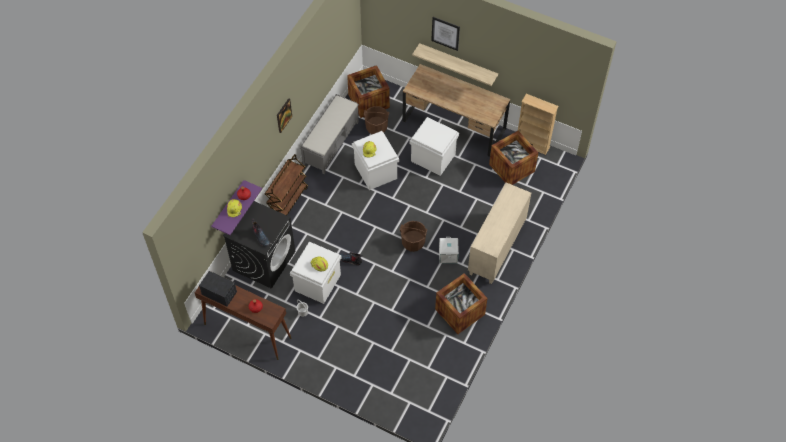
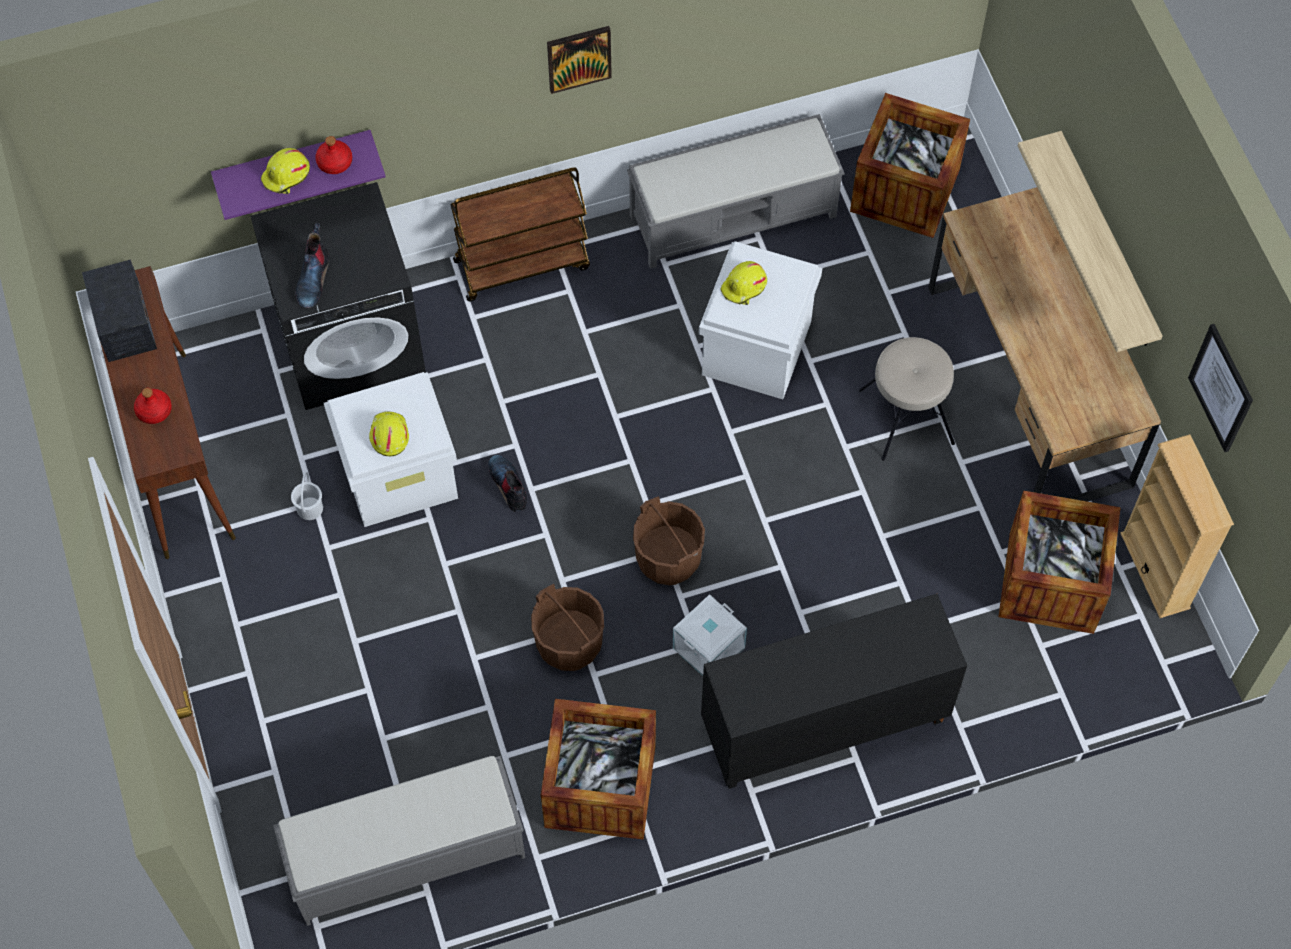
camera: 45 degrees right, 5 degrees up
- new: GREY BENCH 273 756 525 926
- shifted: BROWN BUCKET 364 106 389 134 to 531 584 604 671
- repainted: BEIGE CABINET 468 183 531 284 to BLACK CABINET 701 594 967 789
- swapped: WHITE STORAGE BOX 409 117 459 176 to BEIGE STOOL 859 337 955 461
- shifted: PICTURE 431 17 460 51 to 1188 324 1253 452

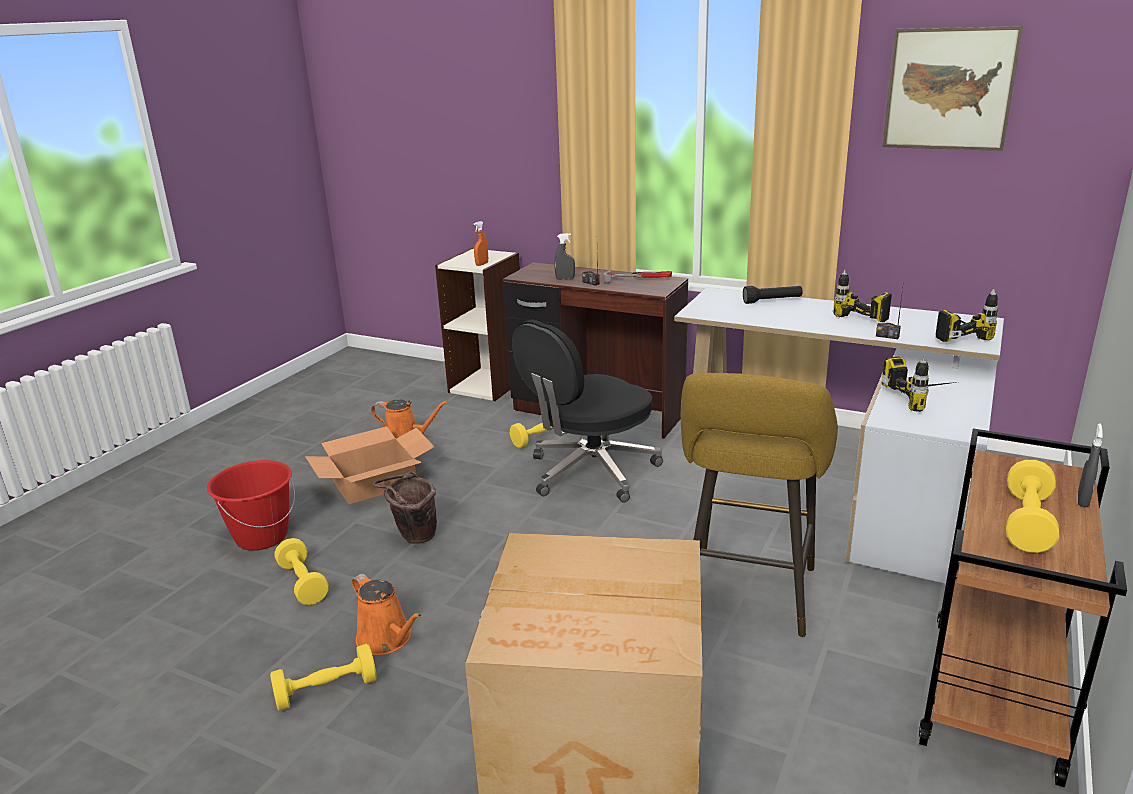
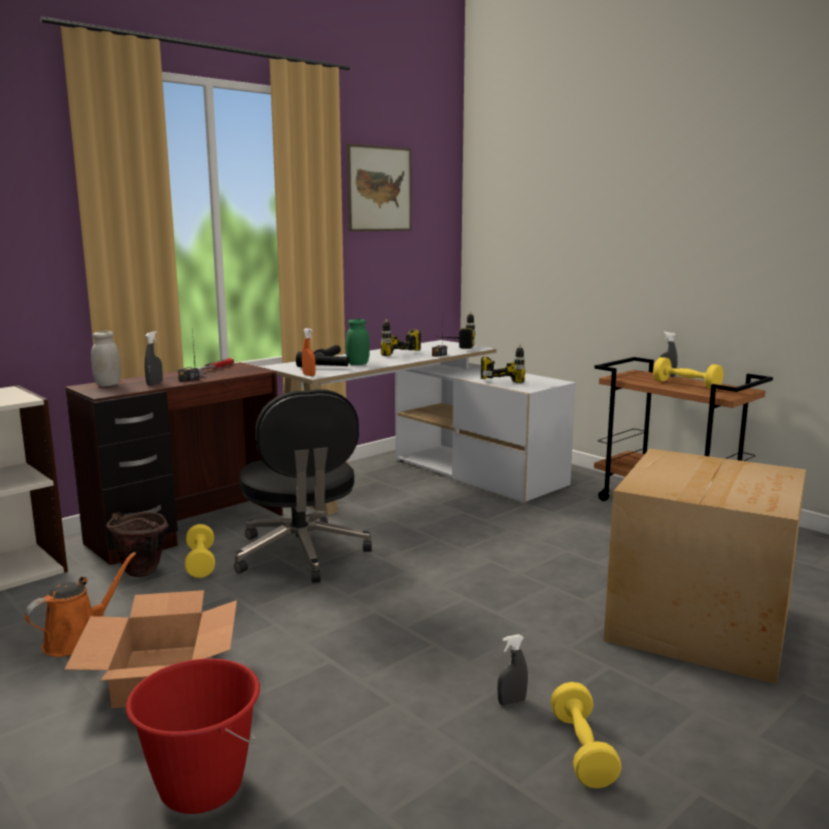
camera: 70 degrees left, 10 degrees down
- new: WHITE JAR 91 331 121 387
- shifted: BROWN BUCKET 373 471 437 544 to 106 512 169 577
- new: BLACK FLASHLIGHT 296 352 349 367
- shifted: ORANGE SPRAY BOTTLE 474 221 488 266 to 302 328 316 376
- new: GREEN JAR 345 319 370 365
- swapped: ORANGE WATERING CAN 352 574 422 655 to GREY SPRAY BOTTLE 497 634 528 706
- gone: YELLOW DUMBBELL 275 538 329 605
- gone: YELLOW STOOL 681 373 838 637

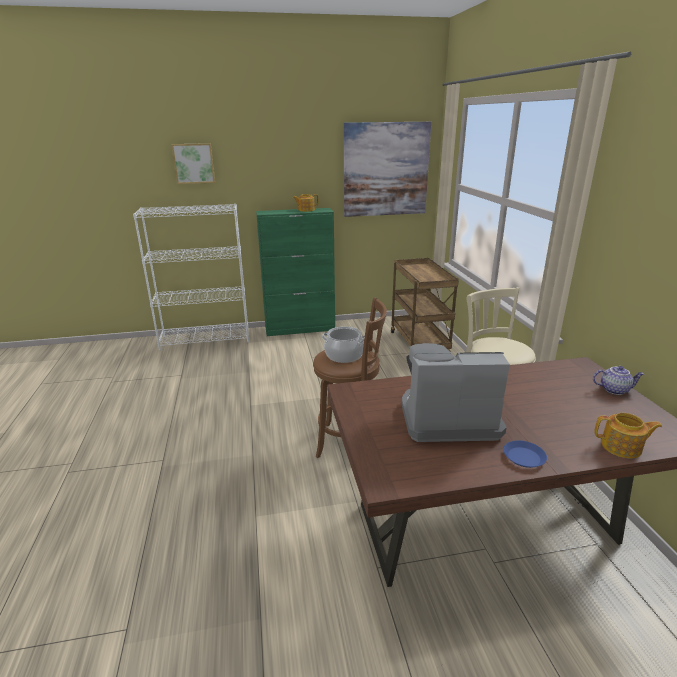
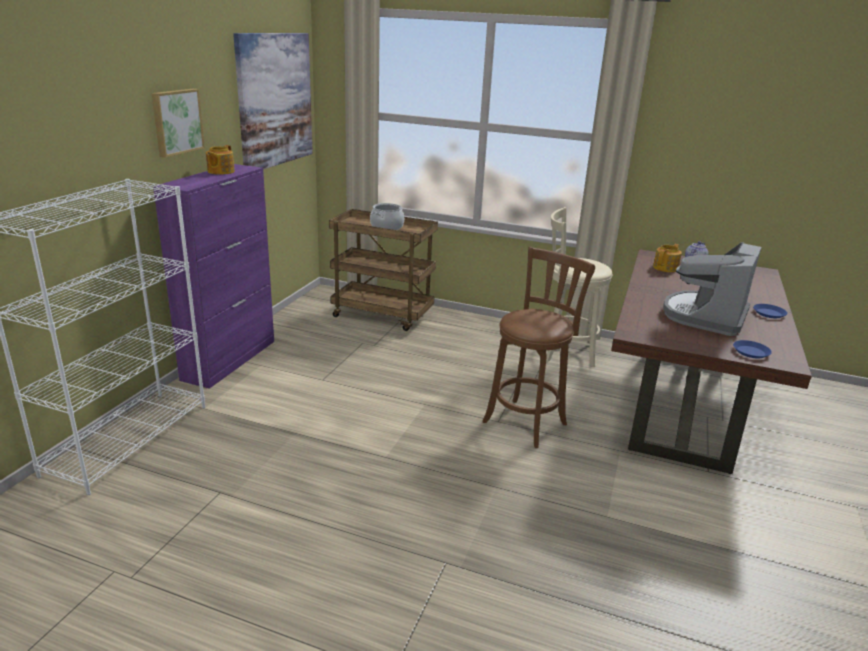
camera: 60 degrees left, 0 degrees up
- shifted: PICTURE 172 143 215 184 to 152 89 205 158
- repainted: GREEN CABINET 256 208 335 336 to PURPLE CABINET 153 164 274 389
- shifted: COOKING POT 322 326 365 363 to 370 203 404 230
- shifted: TEAPOT 594 413 662 458 to 653 244 682 272
- new: BLUE PLATE 733 340 772 359

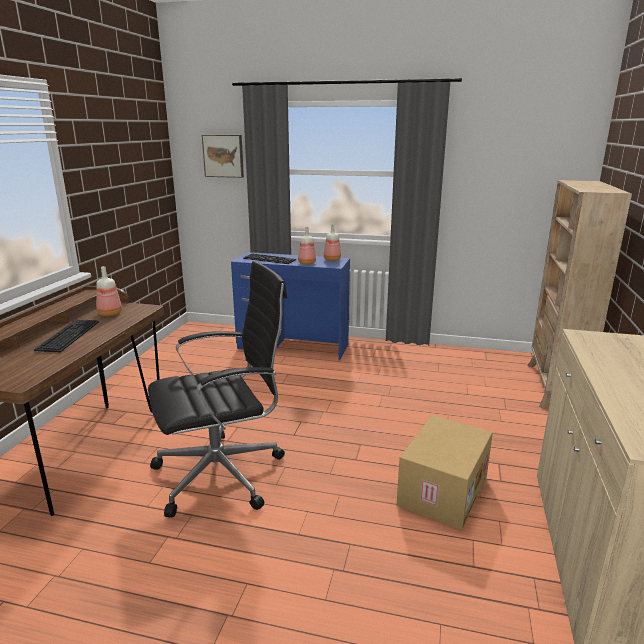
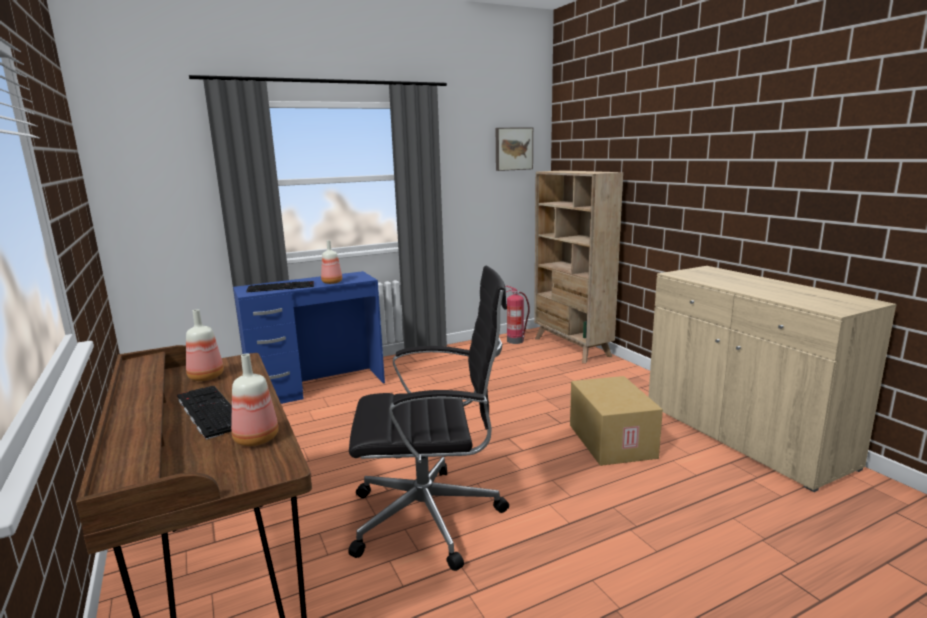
camera: 40 degrees left, 5 degrees down
- shifted: BOTTLE 324 224 341 261 to 231 354 279 446
- rotated: BLACK OFFICE CHAIR 148 261 287 518 = 348 266 509 571 60 degrees clockwise
- shifted: PICTURE 202 135 244 178 to 496 127 533 171
- new: FIRE EXTINGUISHER 506 286 530 344

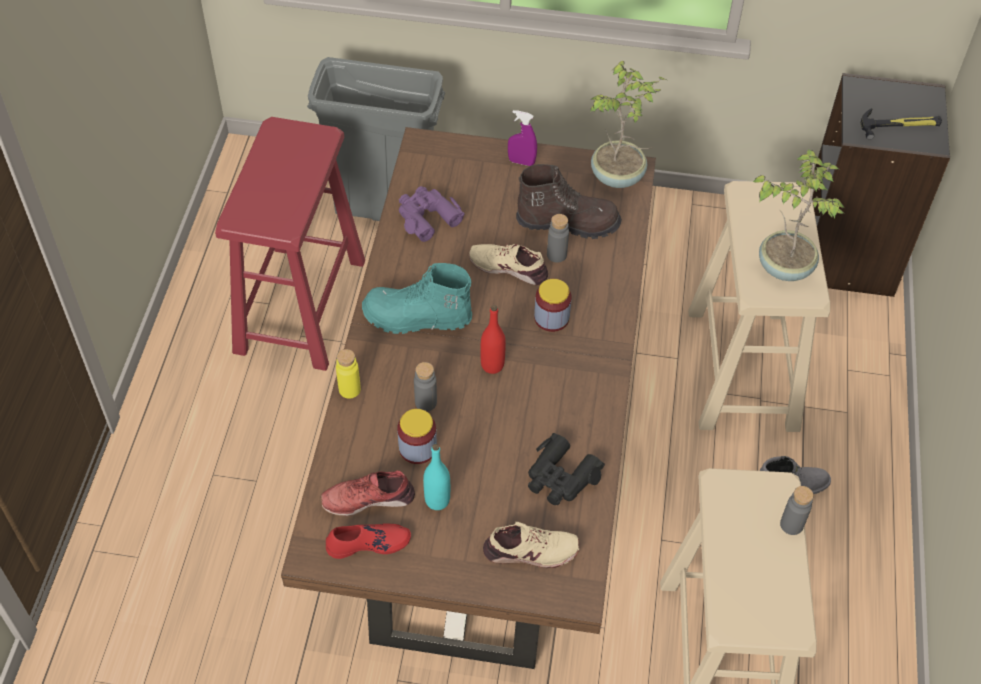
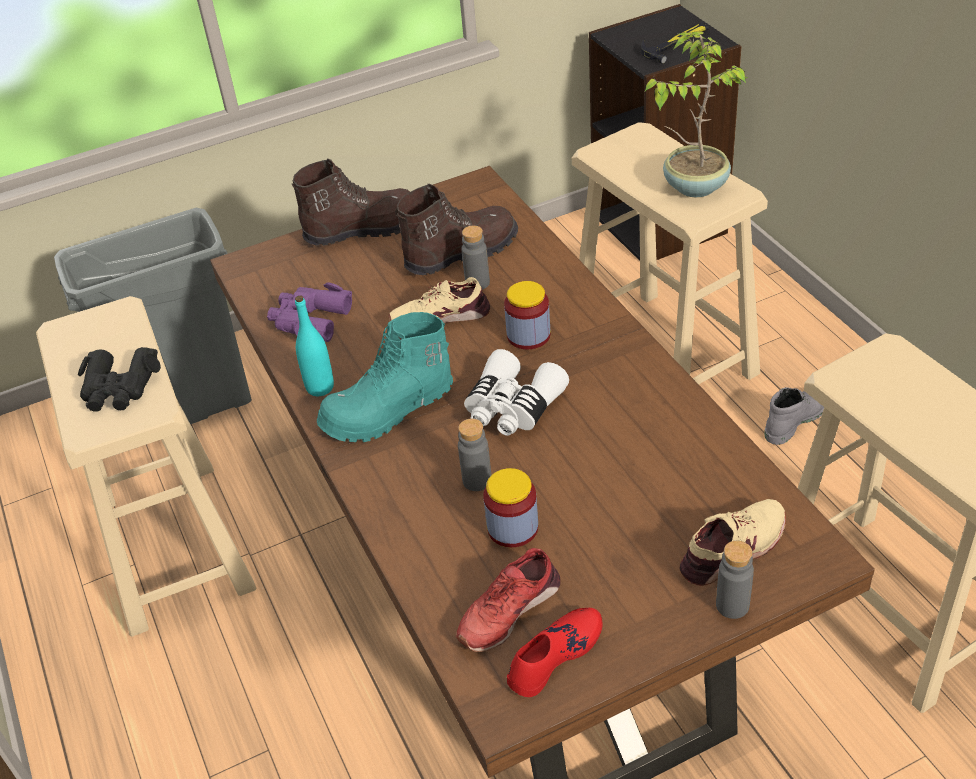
camera: 30 degrees left, 10 degrees down
- repainted: RED STOOL 215 117 365 371 to BEIGE STOOL 36 296 257 637
- shifted: BLACK BINOCULARS 528 433 605 505 to 78 347 161 412
- swapped: PURPLE SPRAY BOTTLE 508 110 537 166 to BROWN BOOT 292 159 410 246
- shifted: TURQUOISE BOTTLE 423 444 450 510 to 295 295 334 396
- swapped: RED BOTTLE 481 305 506 374 to WHITE BINOCULARS 464 349 569 436
- shifted: GREY BOTTLE 780 486 814 535 to 716 541 754 619
- gone: YELLOW BOTTLE 336 349 361 399
- gone: POTTED PLANT 591 61 667 188

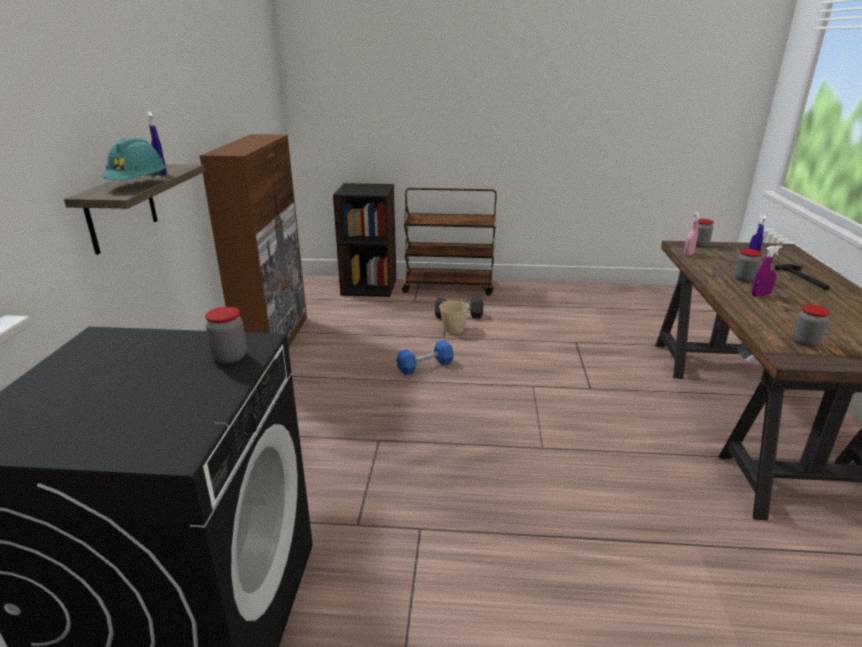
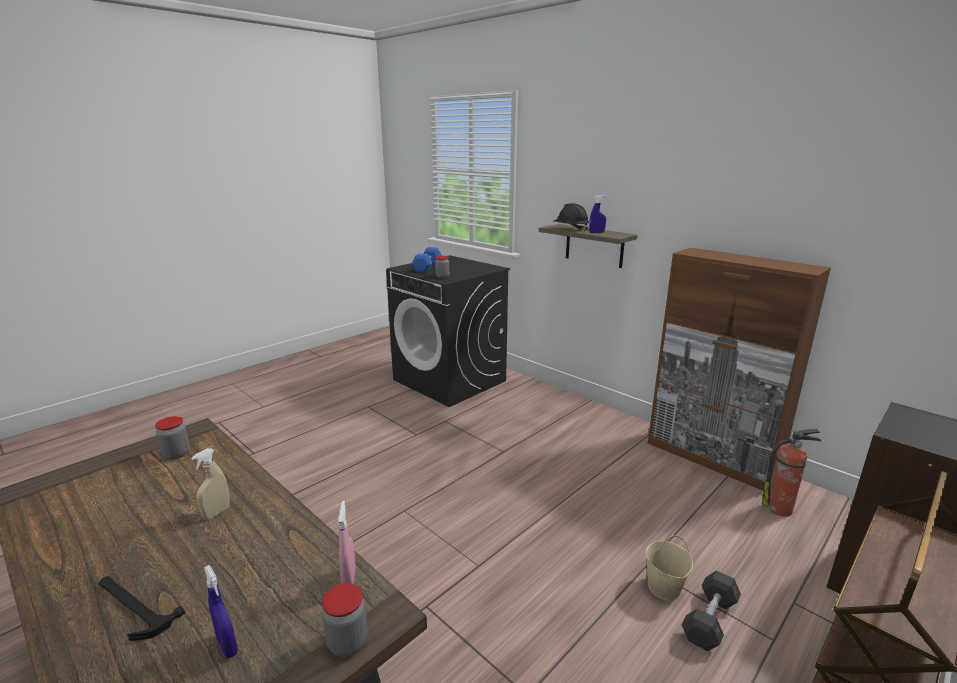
camera: 130 degrees right, 5 degrees down
- repainted: PURPLE SPRAY BOTTLE 751 245 782 297 to BEIGE SPRAY BOTTLE 191 448 230 520
- shifted: BLUE DUMBBELL 396 340 454 375 to 411 247 442 273
- repainted: TURQUOISE HARD HAT 101 138 166 180 to BLACK HARD HAT 554 203 589 231
- new: FIRE EXTINGUISHER 762 429 822 517
- gone: JAR 734 249 762 282

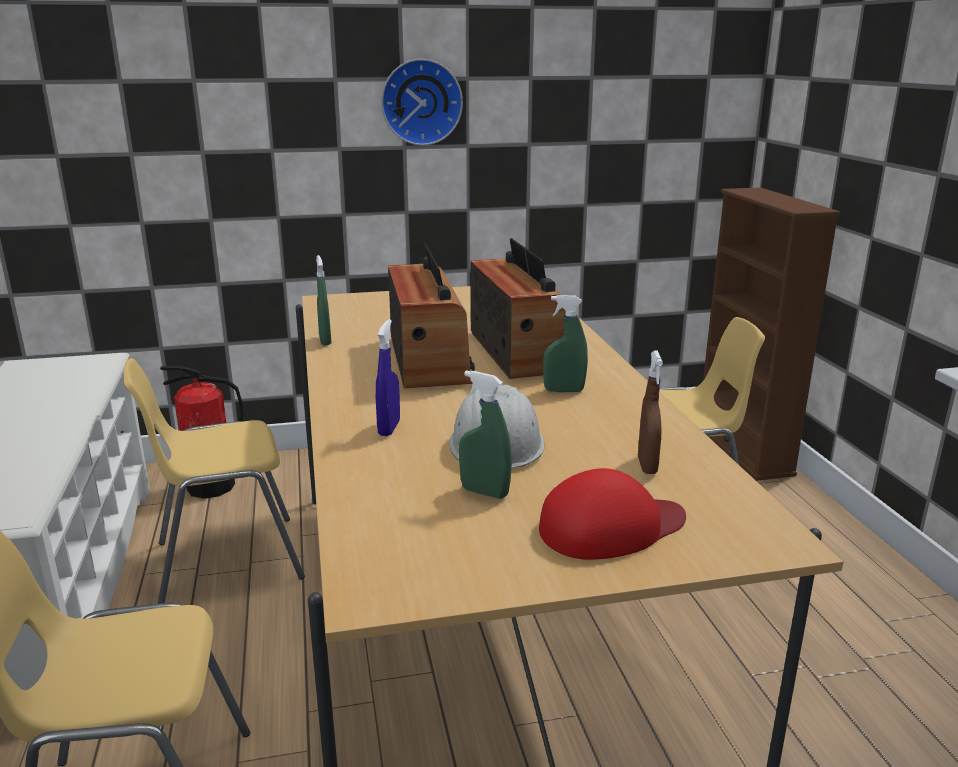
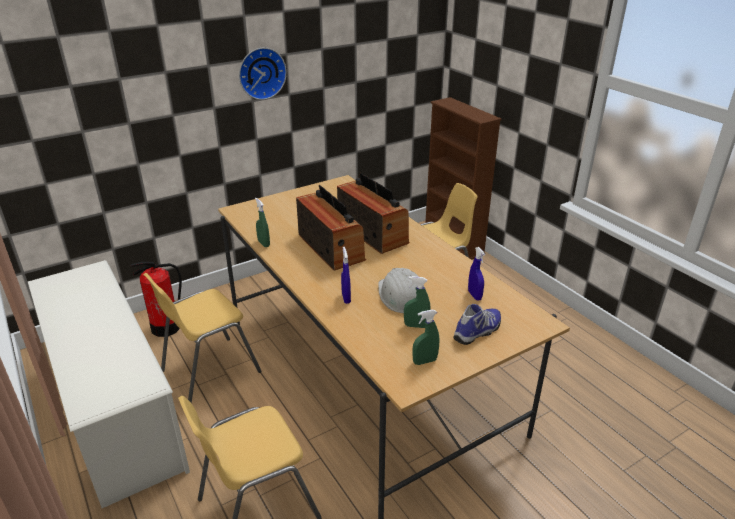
camera: 20 degrees left, 10 degrees up
- shifted: GREEN SPRAY BOTTLE 543 295 588 392 to 412 309 439 365
- swapped: RED CAP 539 468 686 560 to SHOE 453 304 501 345
- repainted: BROWN SPRAY BOTTLE 638 351 663 474 to BLUE SPRAY BOTTLE 468 247 485 301

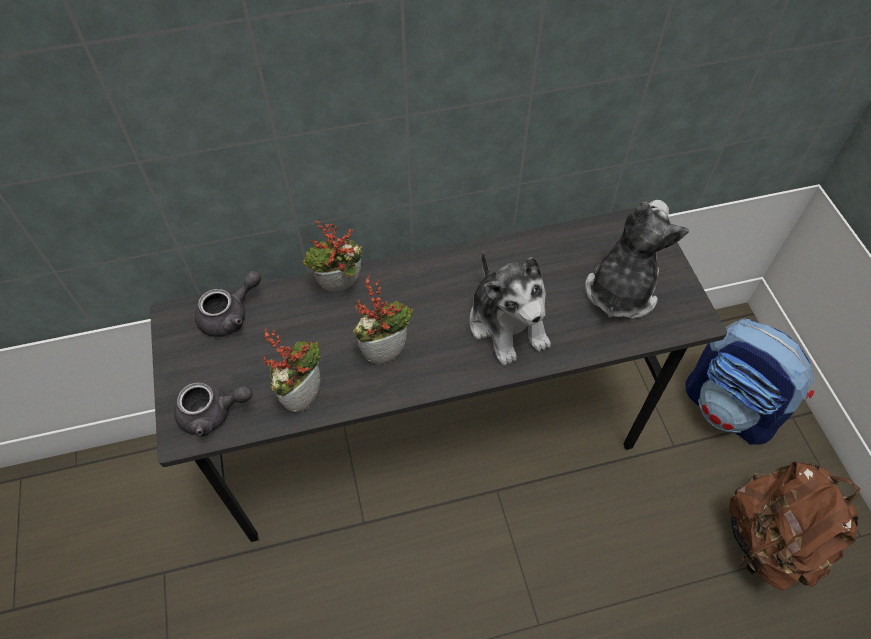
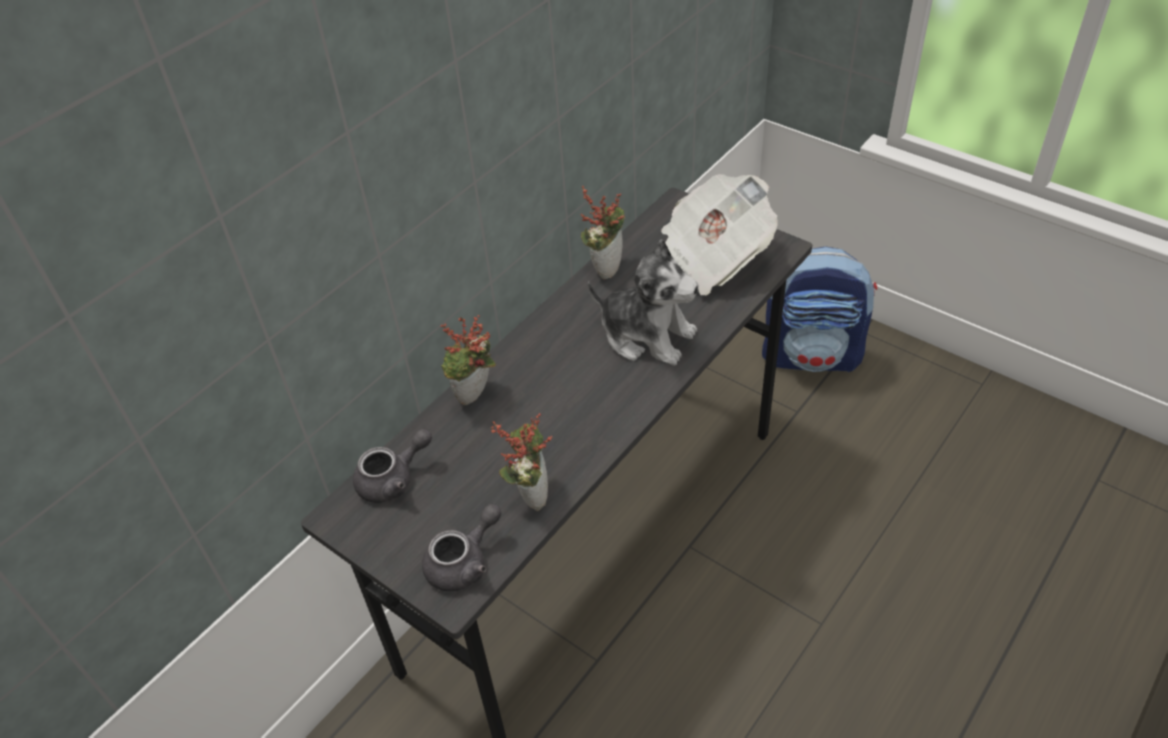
camera: 35 degrees left, 10 degrees down
- rotated: GREY TEAPOT 195 271 261 337 = 353 429 432 503 45 degrees clockwise
- shifted: POTTED PLANT 353 276 413 365 to 581 186 625 280
- swapped: PLUSH TOY 585 200 689 319 to NEWSPAPER 661 174 778 296
- gone: BROWN BACKPACK 730 462 860 590

